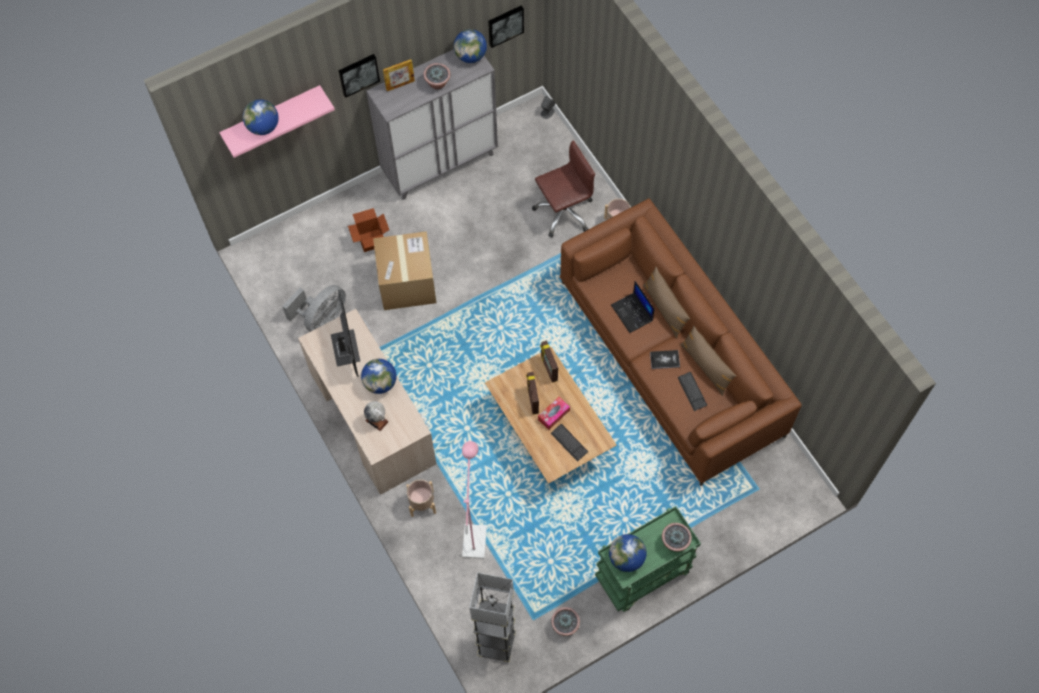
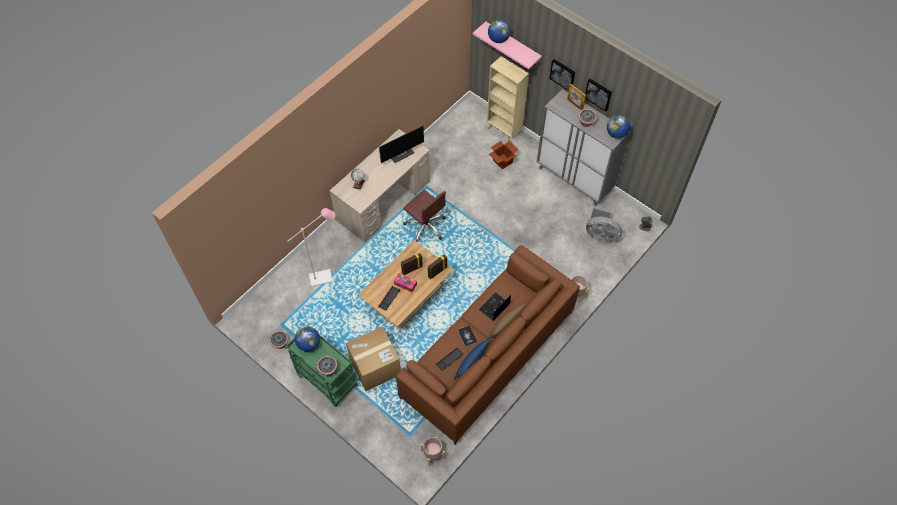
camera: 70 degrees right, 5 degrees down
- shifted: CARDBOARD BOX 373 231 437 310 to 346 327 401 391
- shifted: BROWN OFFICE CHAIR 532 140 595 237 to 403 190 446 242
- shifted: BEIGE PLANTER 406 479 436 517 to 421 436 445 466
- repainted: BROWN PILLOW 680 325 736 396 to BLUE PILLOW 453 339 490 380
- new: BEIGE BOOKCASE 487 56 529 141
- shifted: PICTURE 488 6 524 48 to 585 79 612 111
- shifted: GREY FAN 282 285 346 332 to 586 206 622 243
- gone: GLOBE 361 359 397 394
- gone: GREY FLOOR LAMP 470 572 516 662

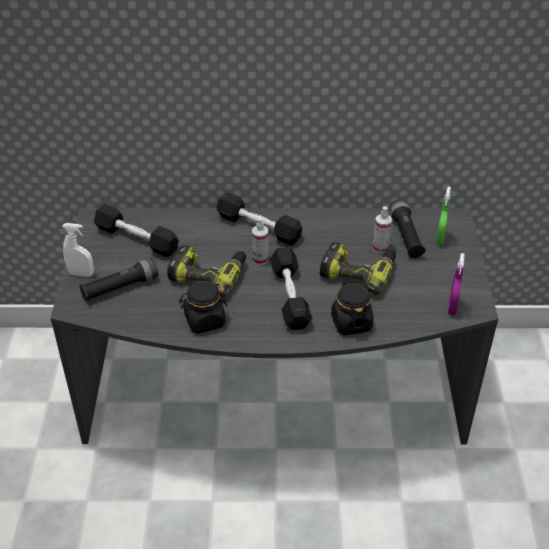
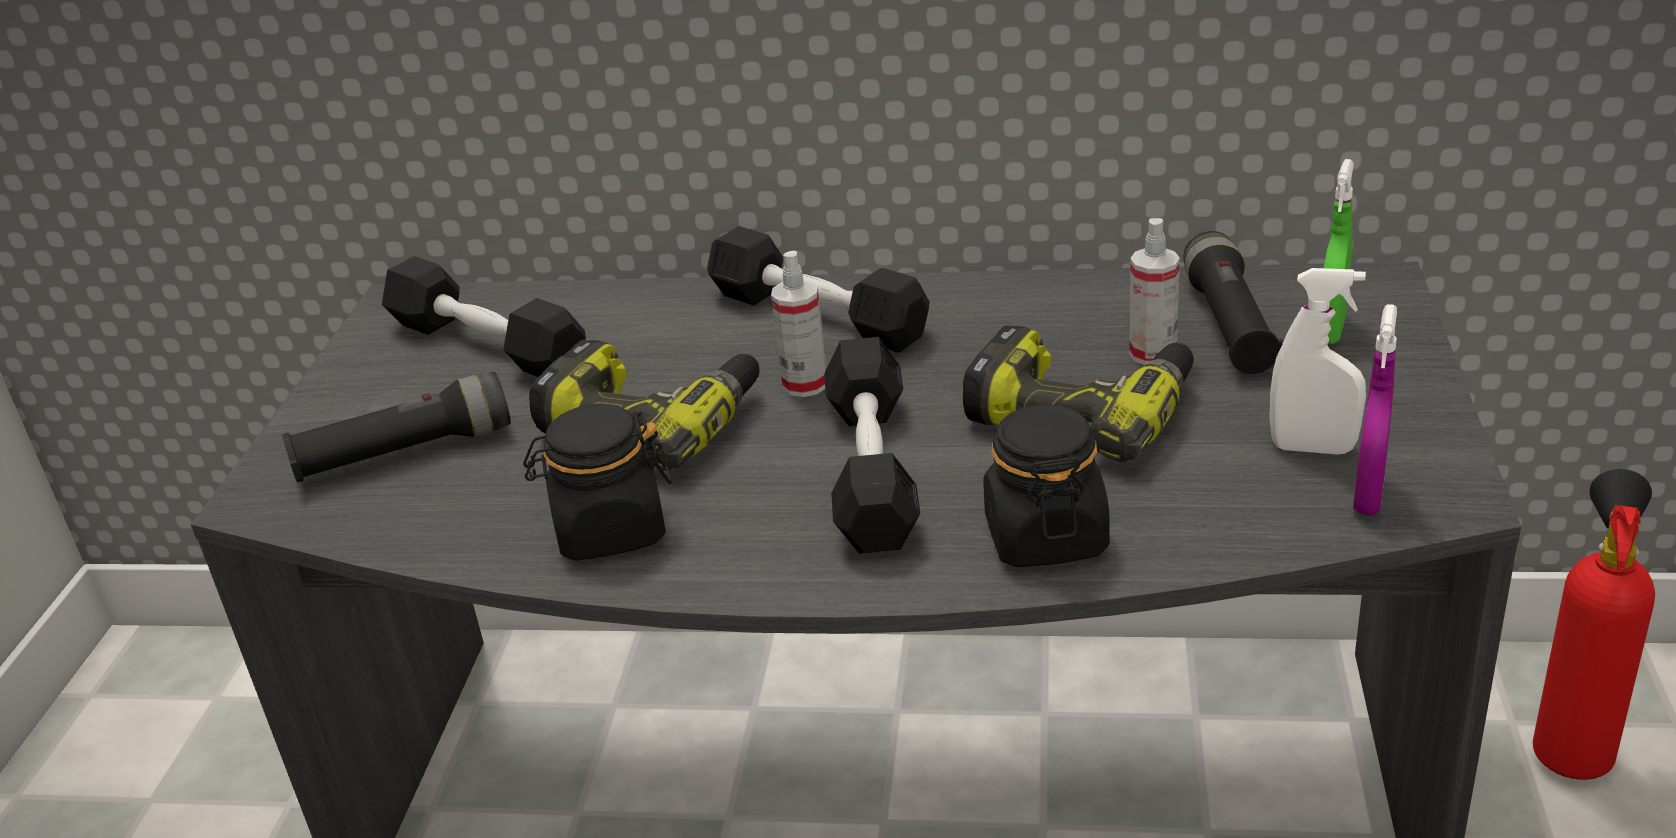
camera: 10 degrees right, 10 degrees down
- shifted: WHITE SPRAY BOTTLE 62 223 94 277 to 1269 268 1366 455
- new: FIRE EXTINGUISHER 1533 469 1655 780

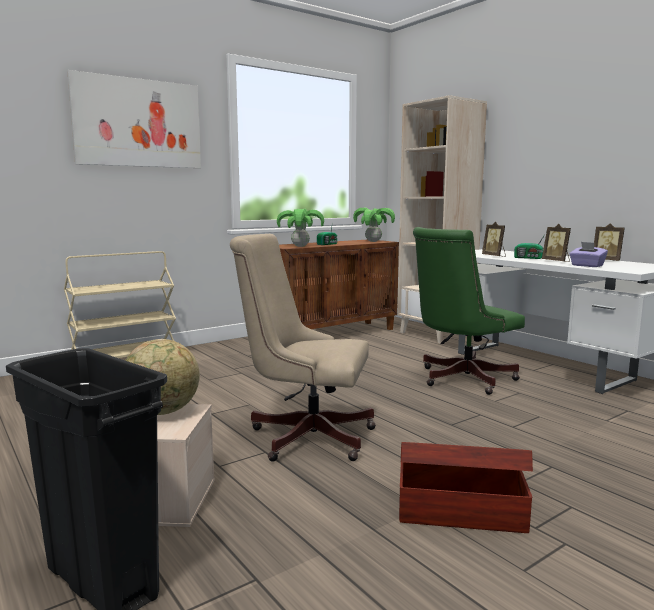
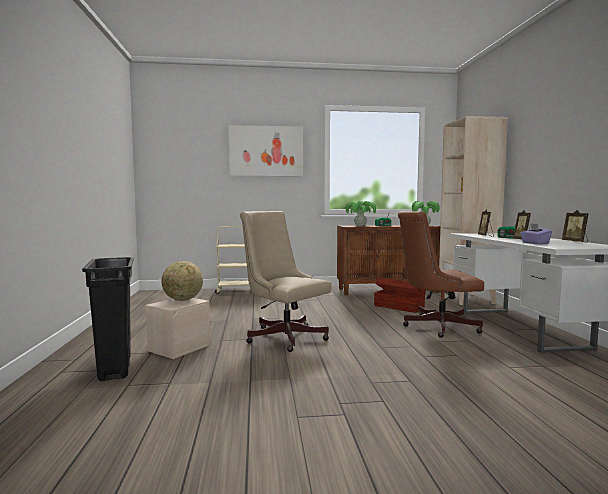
camera: 30 degrees right, 5 degrees down
- shifted: BROWN STORAGE BOX 399 442 533 533 to 374 277 426 313
- repainted: GREEN OFFICE CHAIR 413 227 525 395 to BROWN OFFICE CHAIR 398 211 484 338

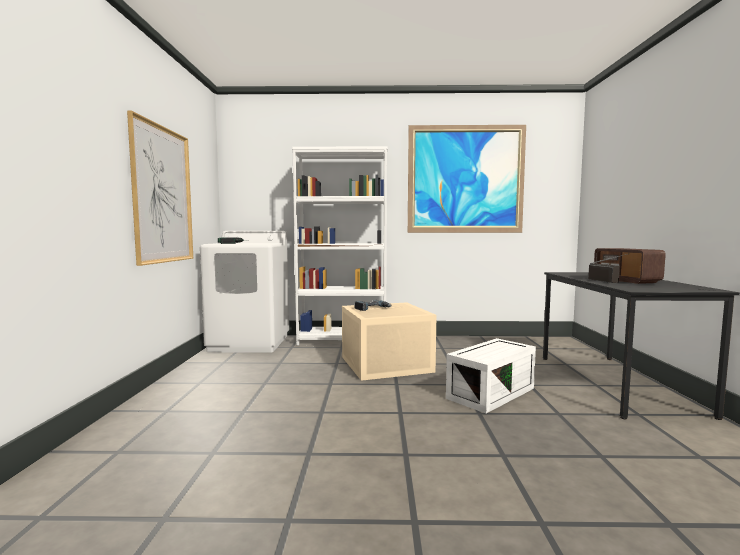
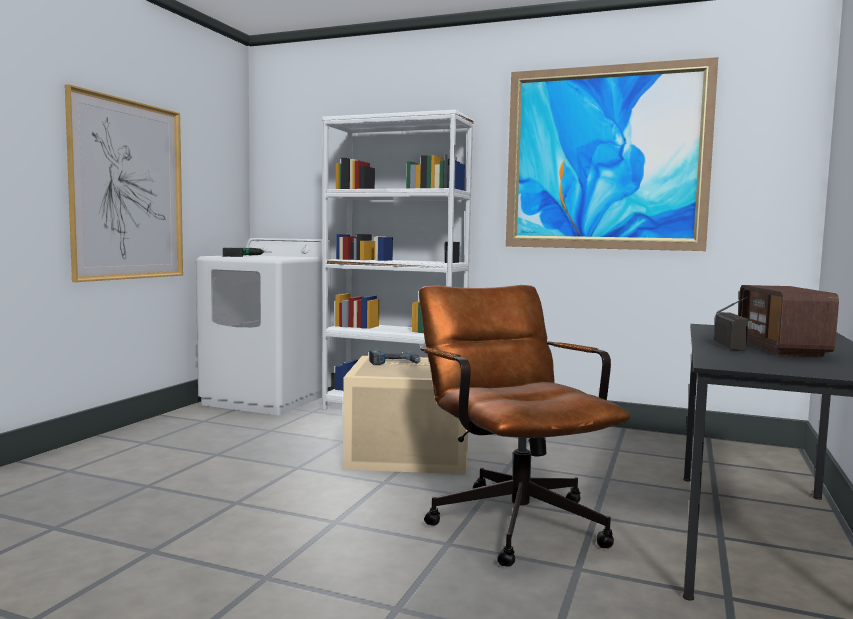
camera: 20 degrees right, 0 degrees up
- swapped: WHITE STORAGE BOX 446 338 536 413 to BROWN OFFICE CHAIR 419 285 631 567

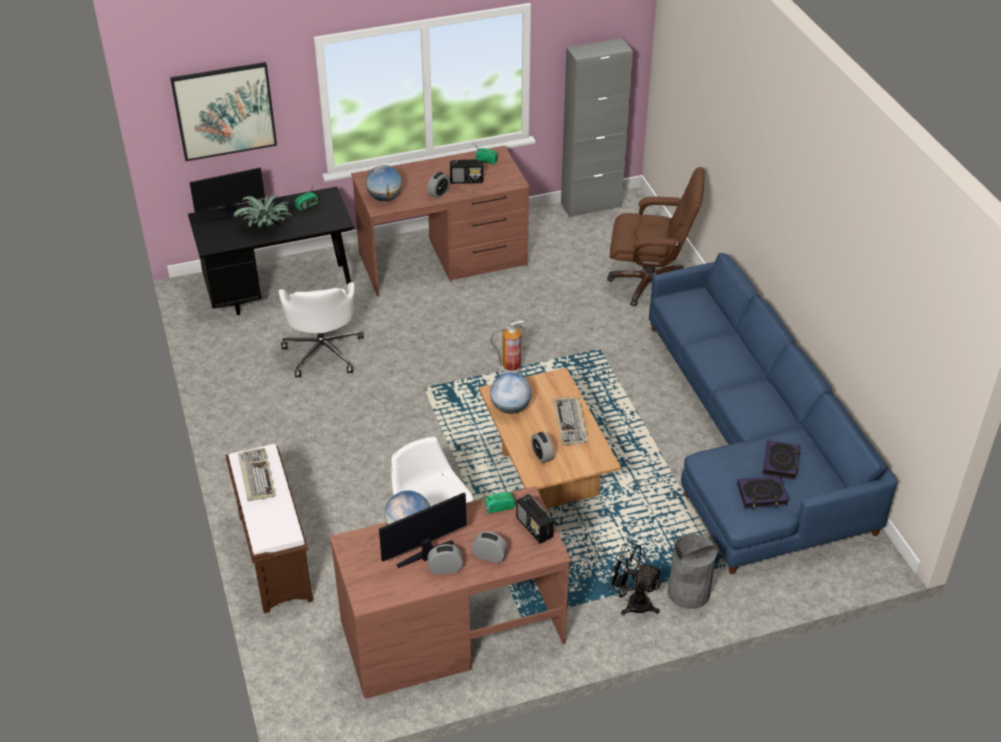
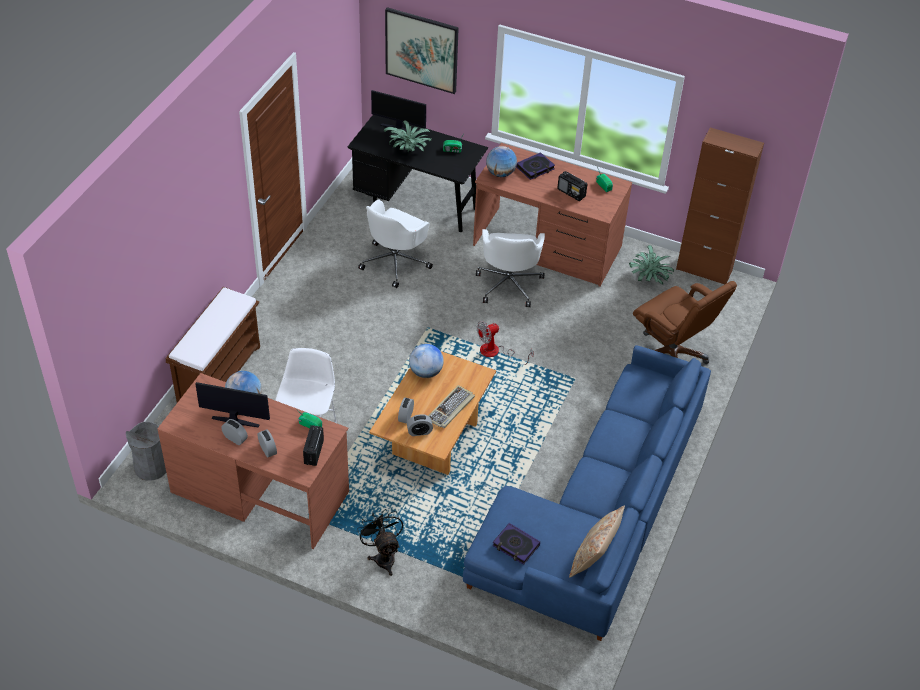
camera: 40 degrees right, 5 degrees up
- shifted: GREY TRASH CAN 668 534 718 609 to 126 422 166 481
- shifted: ALARM CLOCK 427 172 450 199 to 407 414 433 436
- new: WHITE OFFICE CHAIR 476 229 545 307
- swapped: FIRE EXTINGUISHER 490 320 526 374 to FAN 477 321 534 365
- shifted: BOOK 763 440 800 480 to 516 152 555 180
- new: BEIGE PILLOW 569 506 625 577
- new: POTTED PLANT 629 245 674 285
- repainted: GREY CABINET 561 38 633 218 to BROWN CABINET 676 127 764 284
- gone: KEYBOARD 238 448 276 501

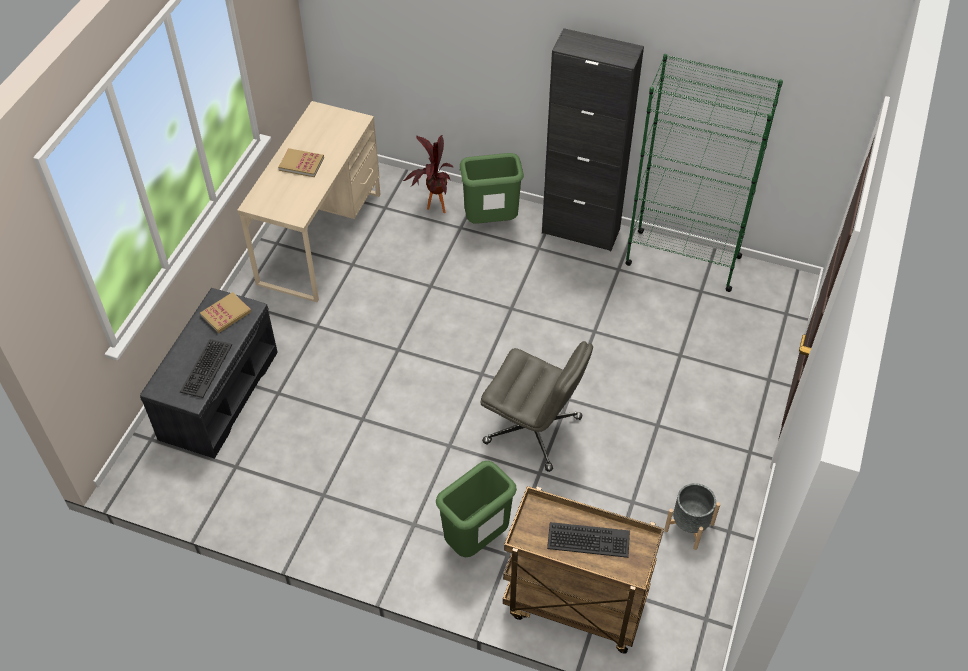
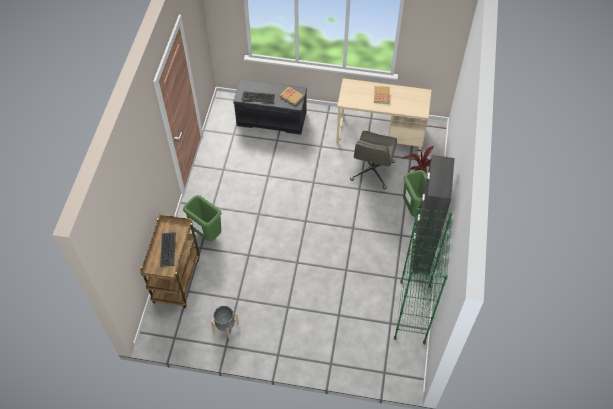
camera: 80 degrees right, 5 degrees up
- shifted: GREY OFFICE CHAIR 481 341 593 472 to 350 131 397 189

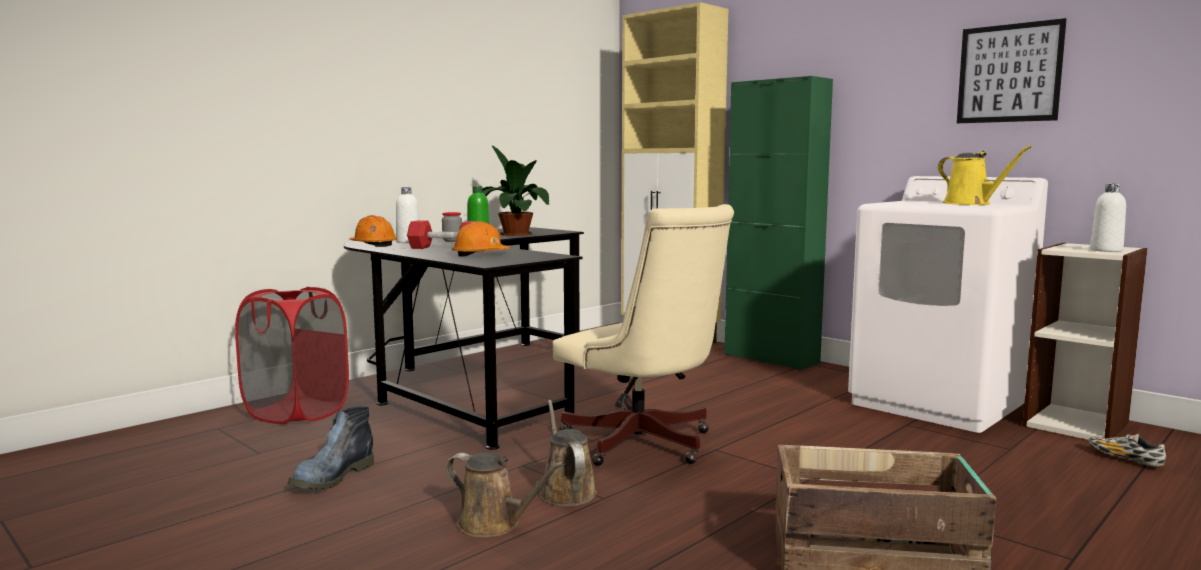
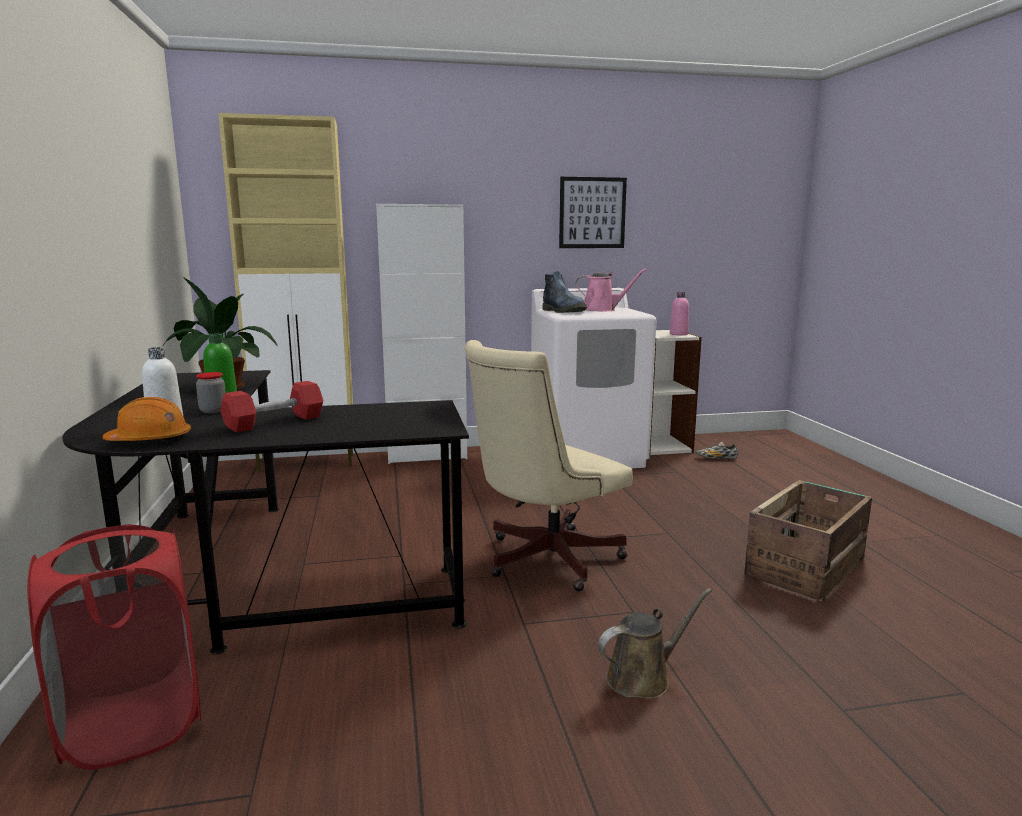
camera: 55 degrees left, 5 degrees up
- repainted: GREEN CABINET 724 76 833 370 to WHITE CABINET 376 204 467 464
- rotated: BEIGE OFFICE CHAIR 553 204 734 466 = 465 340 633 591 150 degrees clockwise
- shifted: BOOT 287 406 374 490 to 543 271 587 313
- repainted: YELLOW WATERING CAN 938 146 1031 205 to PINK WATERING CAN 576 268 647 311
- repainted: WHITE BOTTLE 1090 184 1126 252 to PINK BOTTLE 670 292 689 335
- gone: ORANGE HARD HAT 452 221 510 257
- gone: BROWN WATERING CAN 540 400 597 506

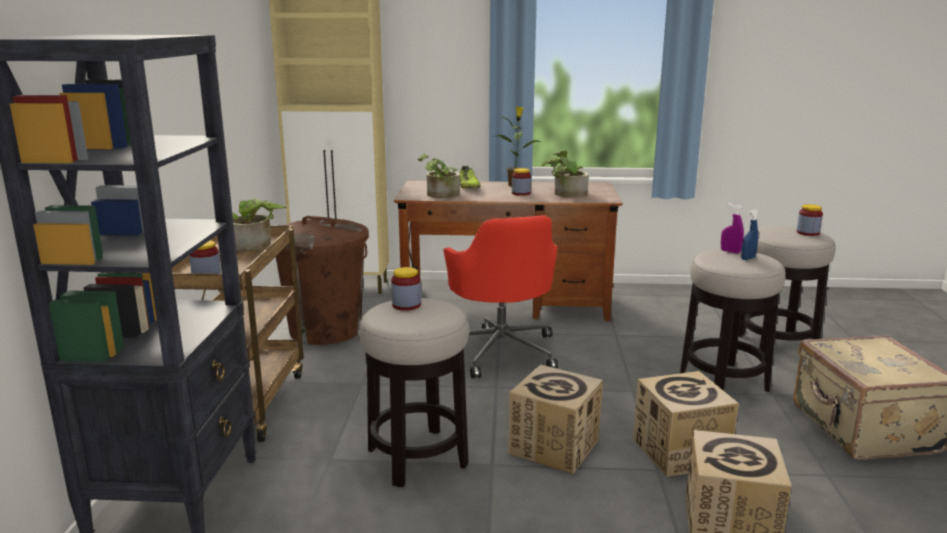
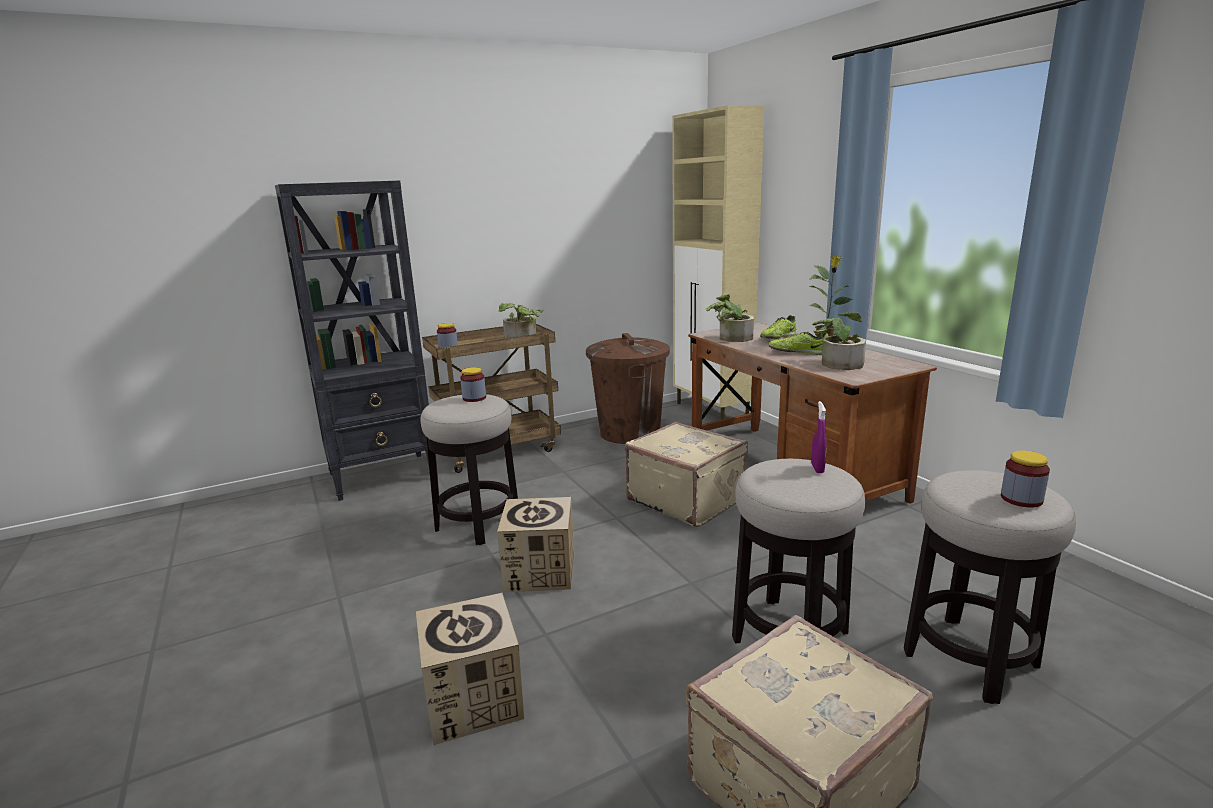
camera: 60 degrees right, 0 degrees up
- swapped: RED OFFICE CHAIR 443 215 558 379 to BEIGE SUITCASE 625 422 748 527
- swapped: JAR 512 168 531 196 to SHOE 768 331 828 355
- gone: CARDBOARD BOX 633 371 739 477
- gone: BLUE SPRAY BOTTLE 741 209 759 260

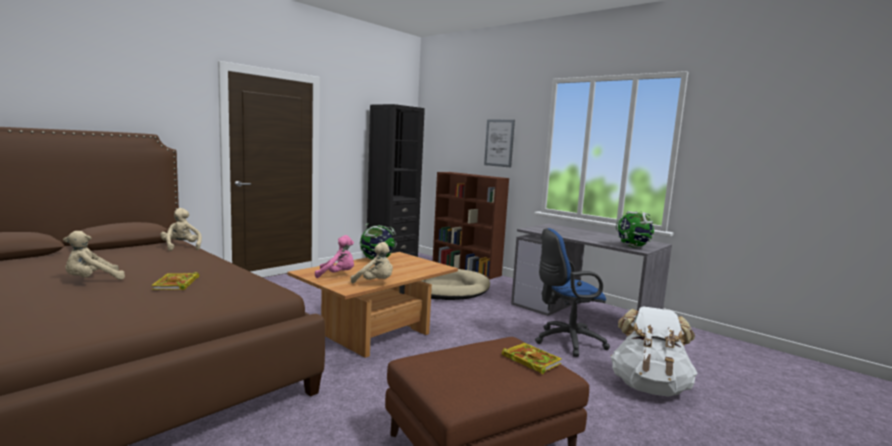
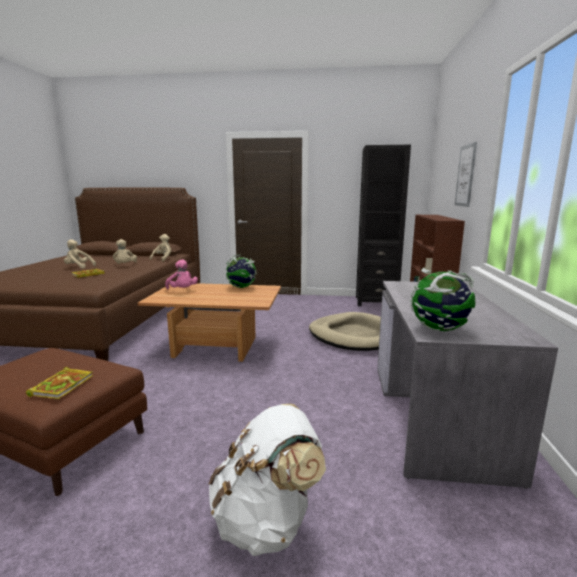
camera: 55 degrees right, 5 degrees up
- shifted: BEIGE PLUSH TOY 351 242 393 283 to 113 239 137 264
- gone: BLUE OFFICE CHAIR 535 228 610 357

